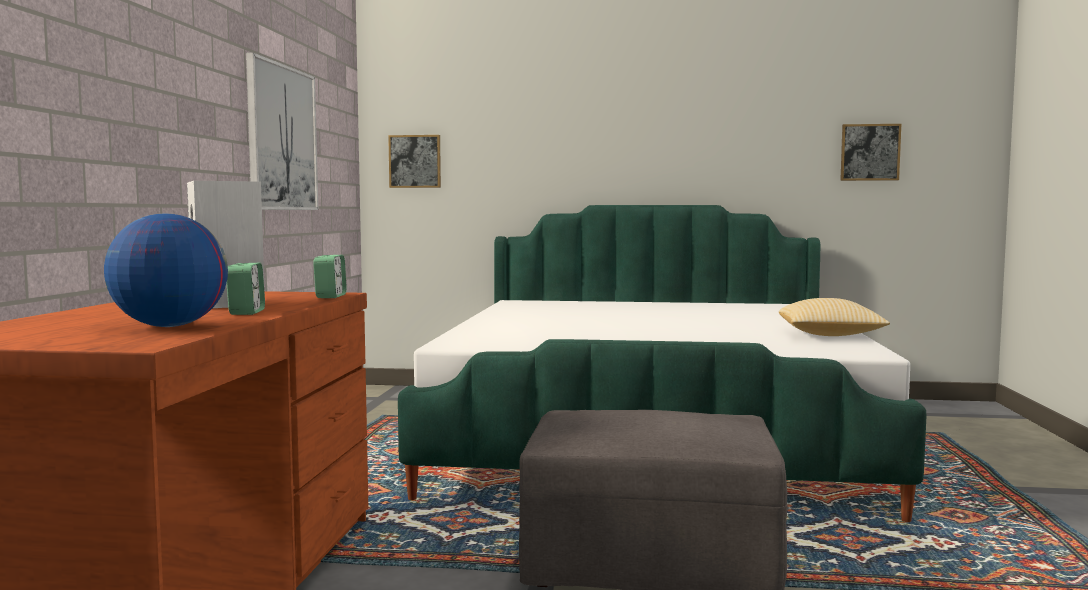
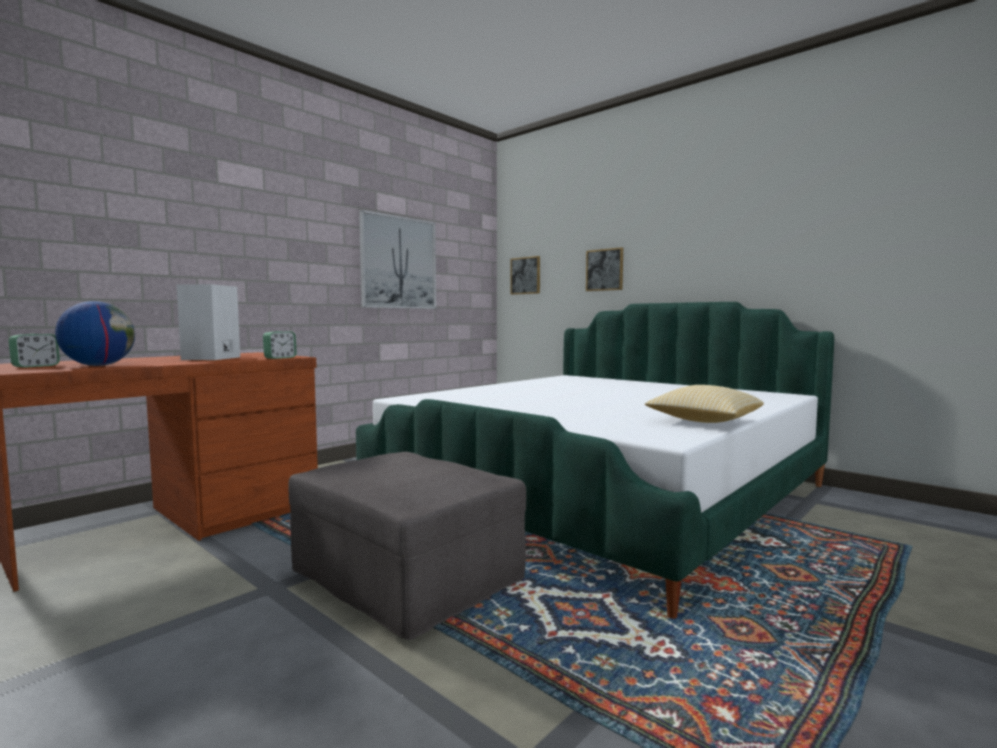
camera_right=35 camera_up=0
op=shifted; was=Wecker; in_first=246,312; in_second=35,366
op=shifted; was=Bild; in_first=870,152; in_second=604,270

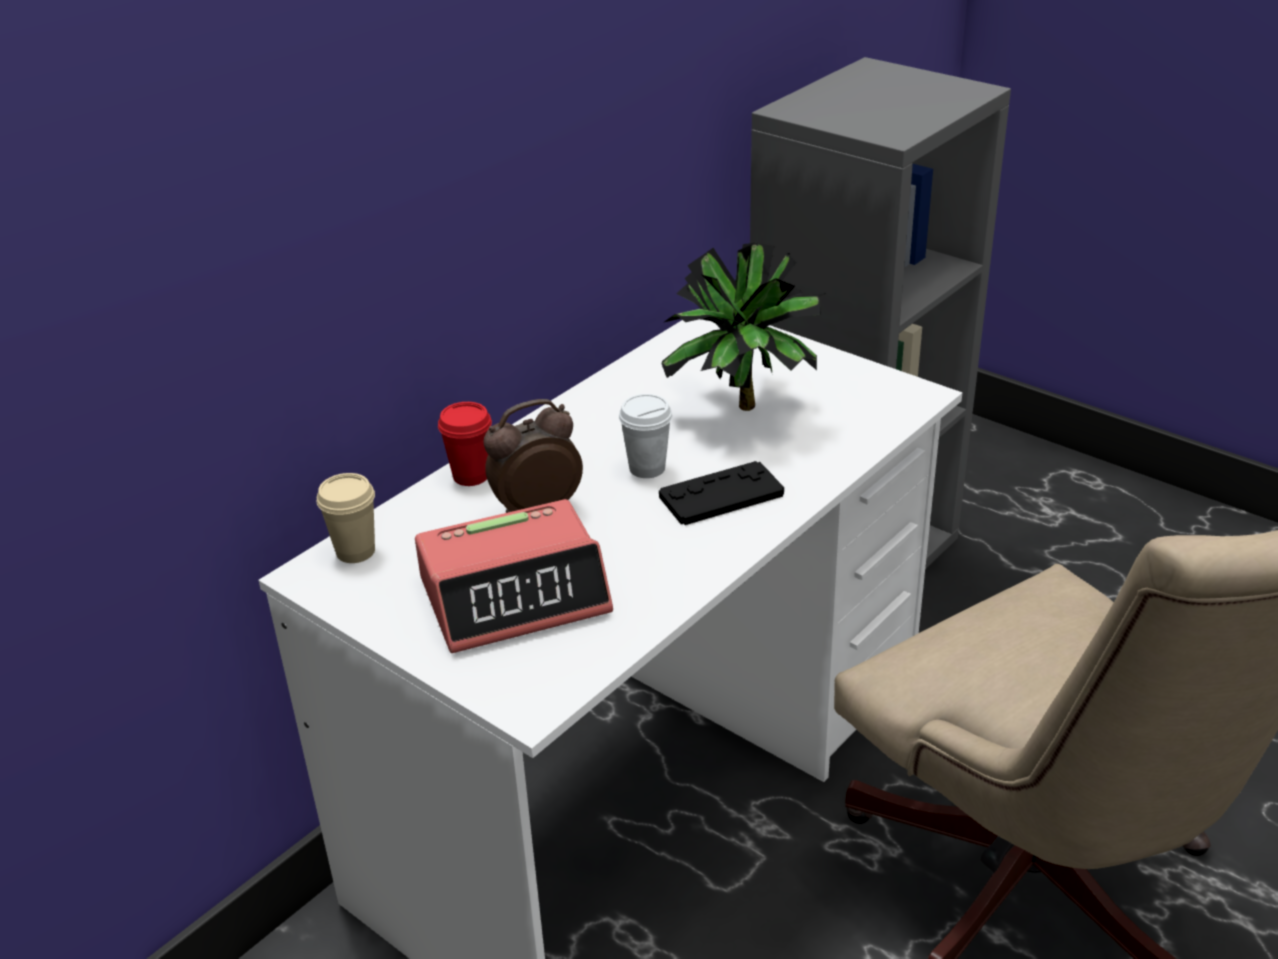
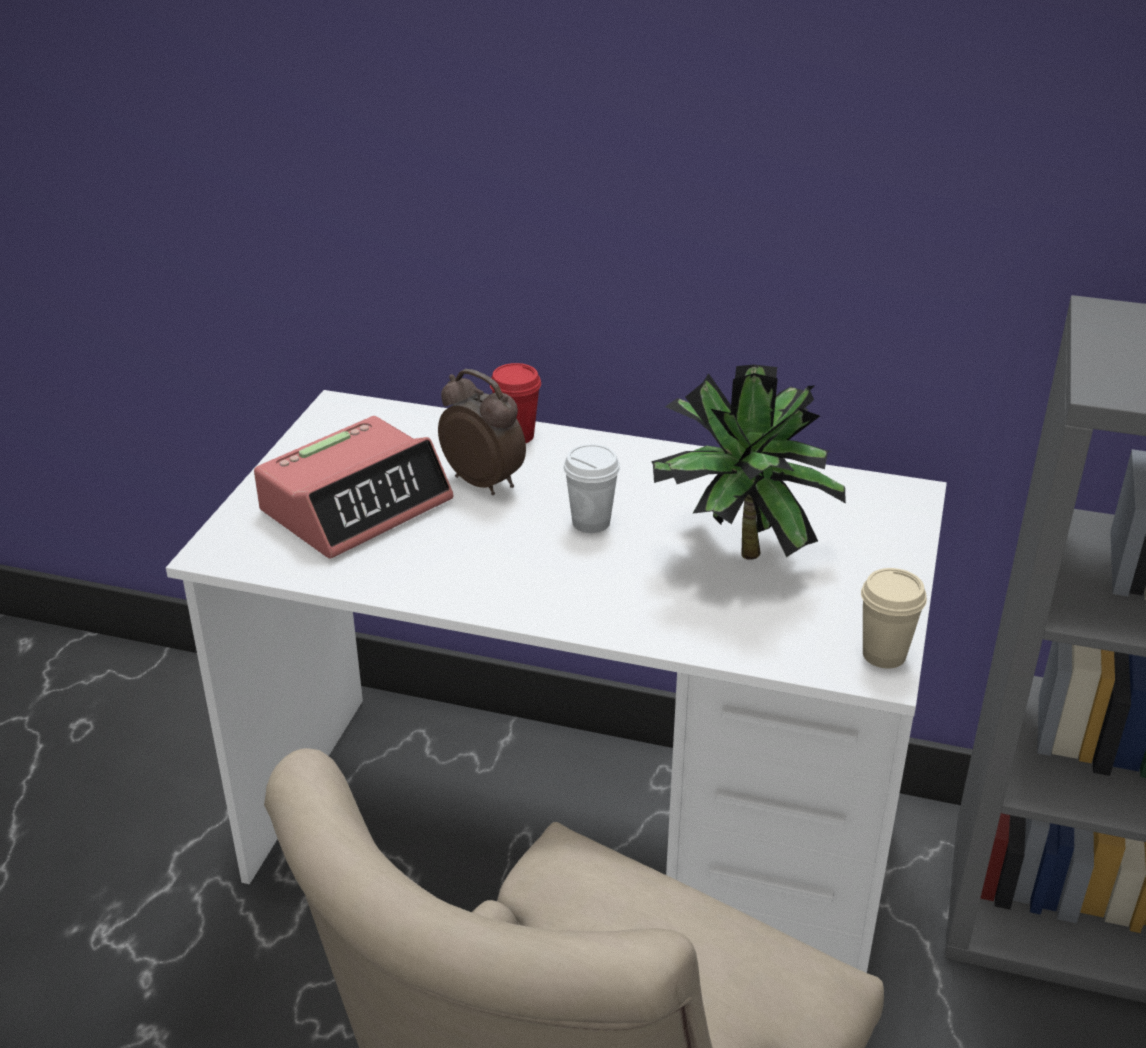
camera_right=65 camera_up=0
op=shifted; was=Tasse [beige]; in_first=355,551; in_second=884,655
op=rotated; was=Wecker; in_first=515,595; in_second=356,505; clockwise=-90
op=gone; was=Gamepad [schwarz]; in_first=721,495

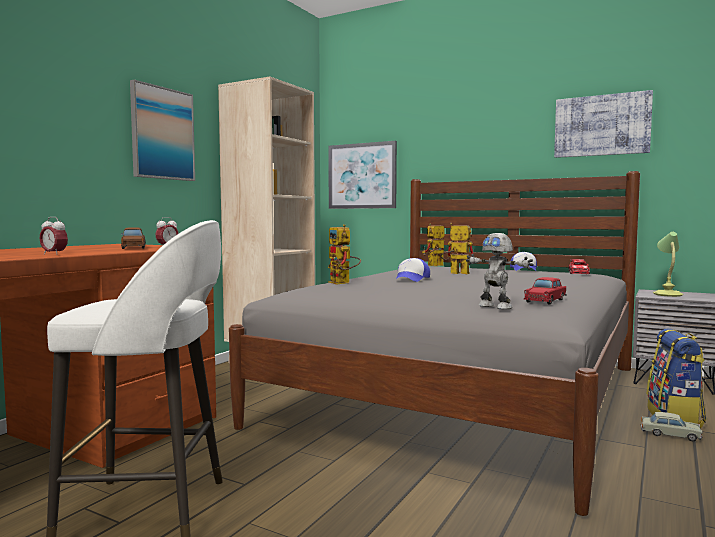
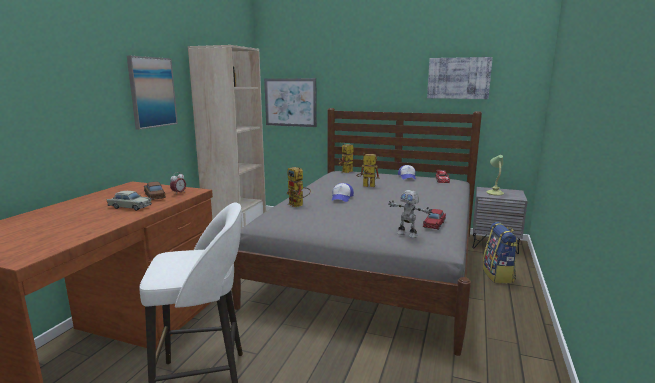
camera_right=-10 camera_up=10
op=gone; was=Wecker; in_first=54,254
op=shifted; was=Spielzeugauto [beige]; in_first=670,434; in_second=130,207

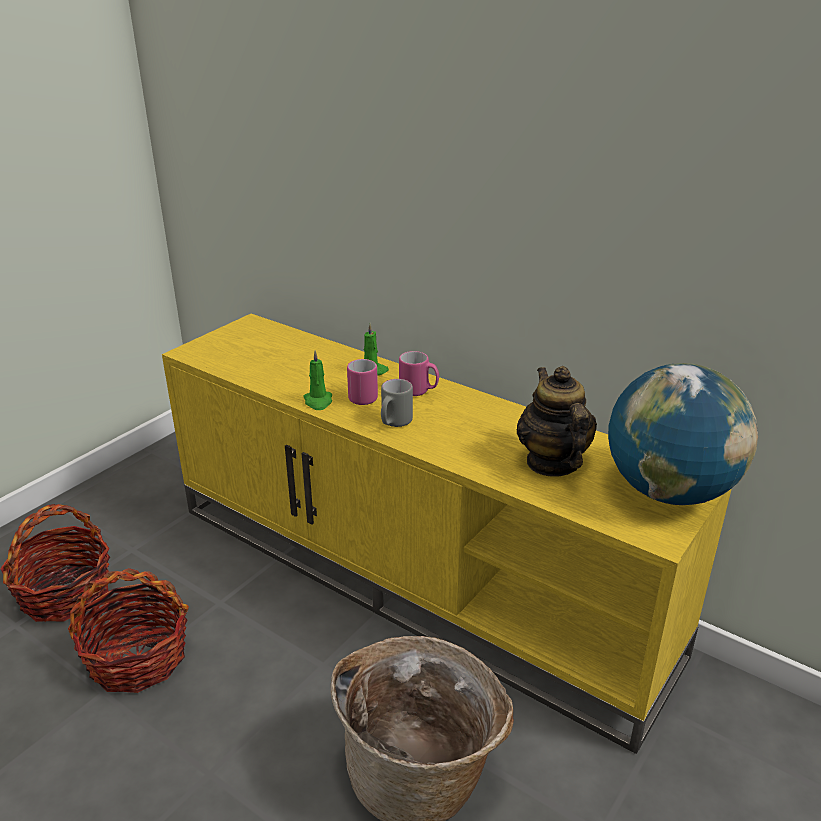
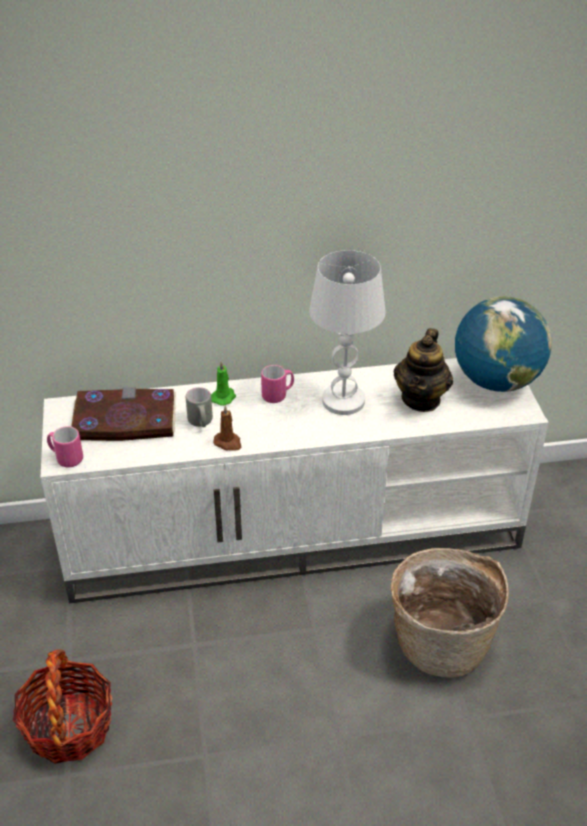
camera_right=-45 camera_up=10
op=gone; was=Korb; in_first=137,658
op=repainted; was=Fernsehschrank [gelb]; now=Fernsehschrank [weiß]; in_first=416,576; in_second=295,533
op=repainted; was=Kerze [grün]; now=Kerze [braun]; in_first=318,402; in_second=228,443
op=shifted; was=Henkelbecher [rosa]; in_first=361,396; in_second=66,458
op=shifted; was=Henkelbecher [grau]; in_first=394,423; in_second=201,423
op=rotated; was=Teekanne; in_first=552,462; in_second=421,399; clockwise=-105
op=new; now=Buch; in_second=124,419
op=new; now=Tischlampe [weiß]; in_second=343,401

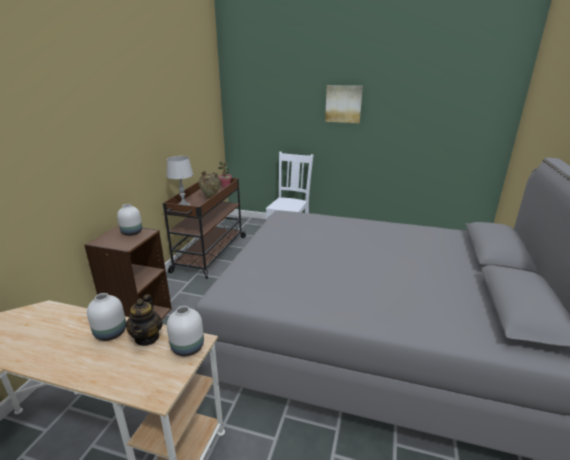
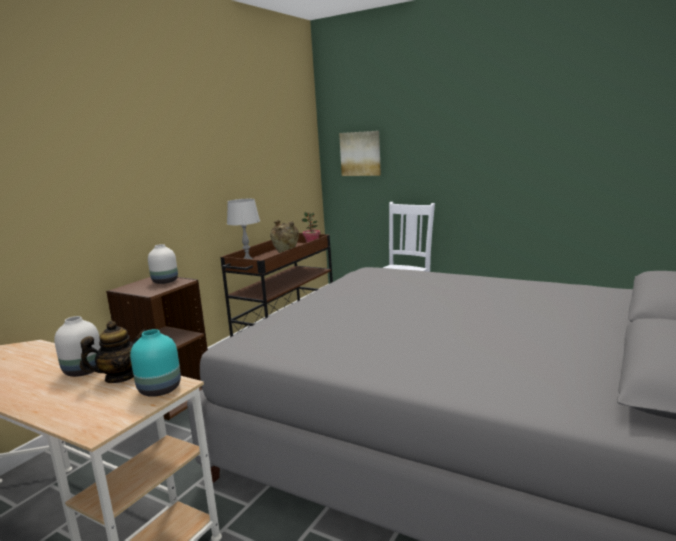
camera_right=15 camera_up=-10
op=rotated; was=Teekanne; in_first=147,337; in_second=120,377; clockwise=-135
op=repainted; was=Vase [weiß]; now=Vase [türkis]; in_first=187,347; in_second=159,389
op=shifted; was=Bild; in_first=343,104; in_second=360,153

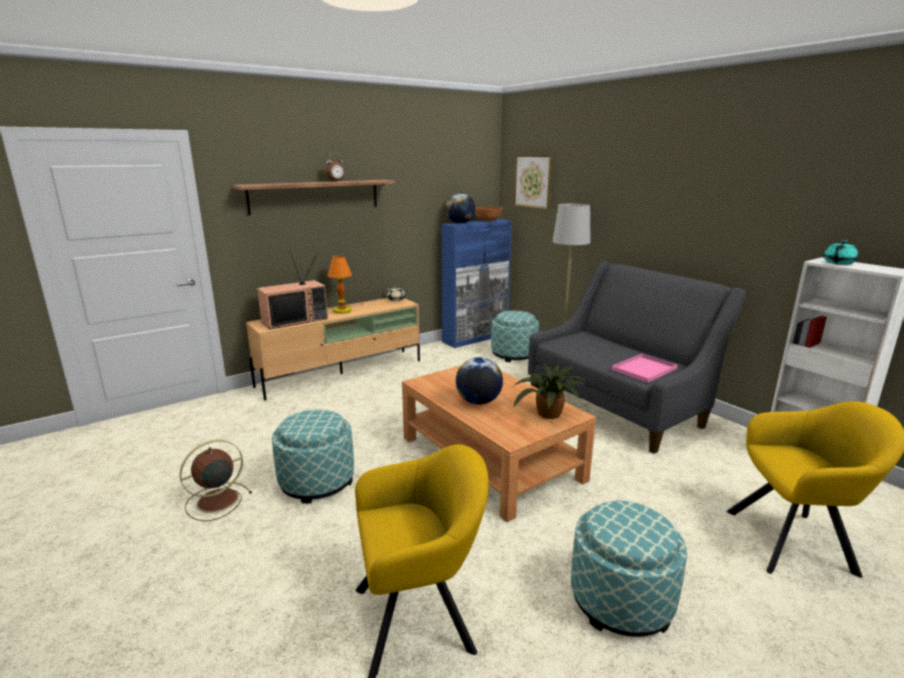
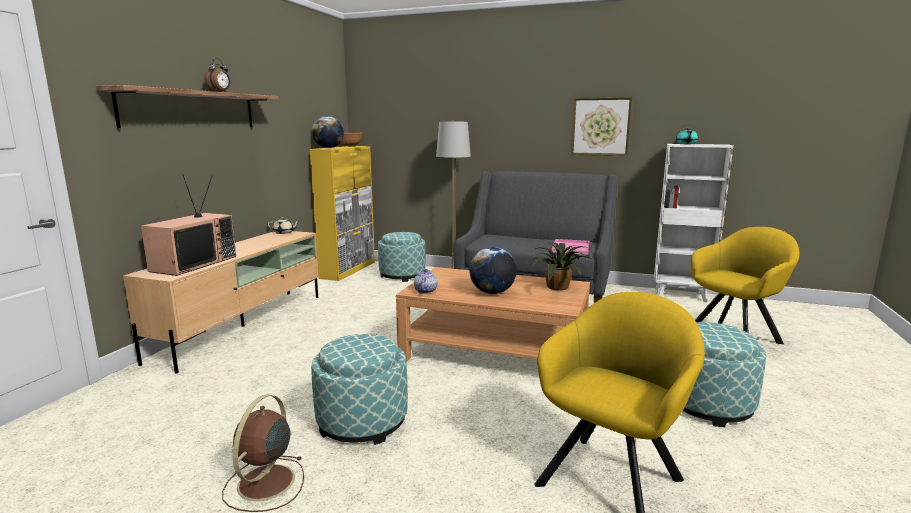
camera_right=-35 camera_up=-5
op=gone; was=Tischlampe; in_first=343,310
op=repainted; was=Schrank [blau]; now=Schrank [gelb]; in_first=475,338; in_second=348,270
op=shifted; was=Bild; in_first=533,181; in_second=600,126
op=new; now=Teekanne; in_second=425,291

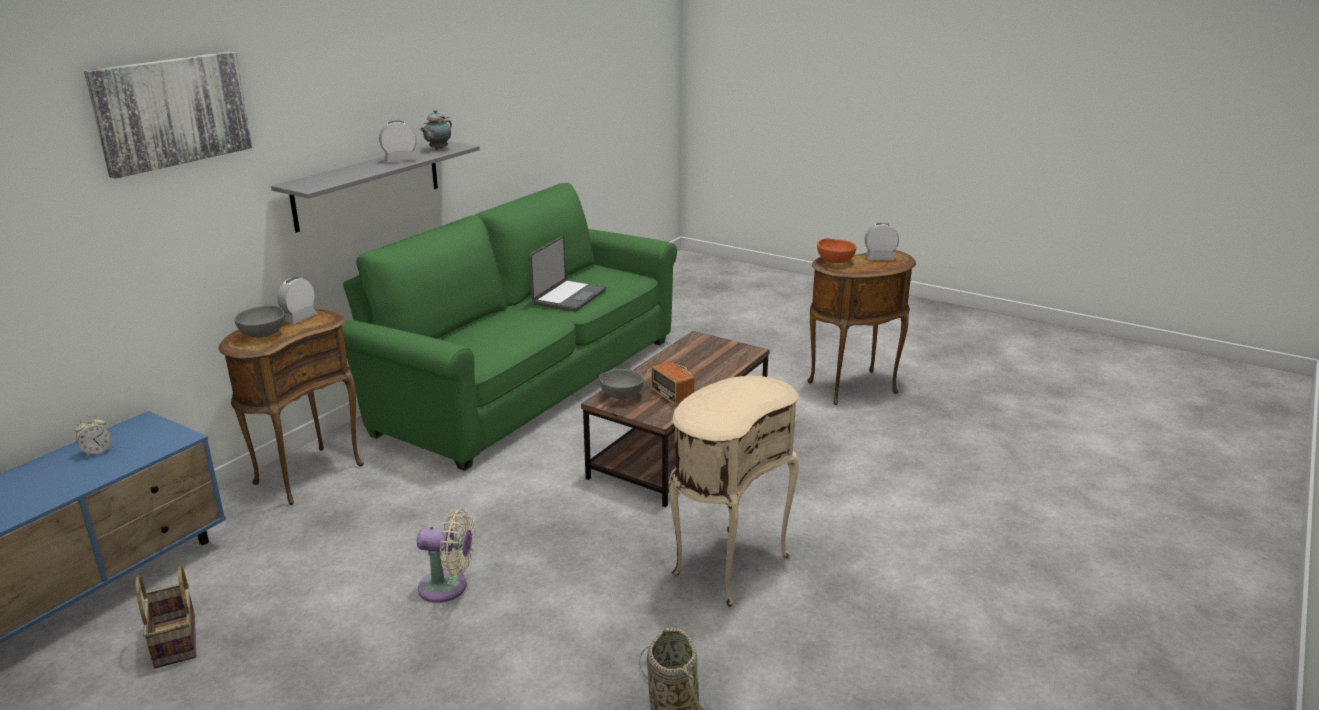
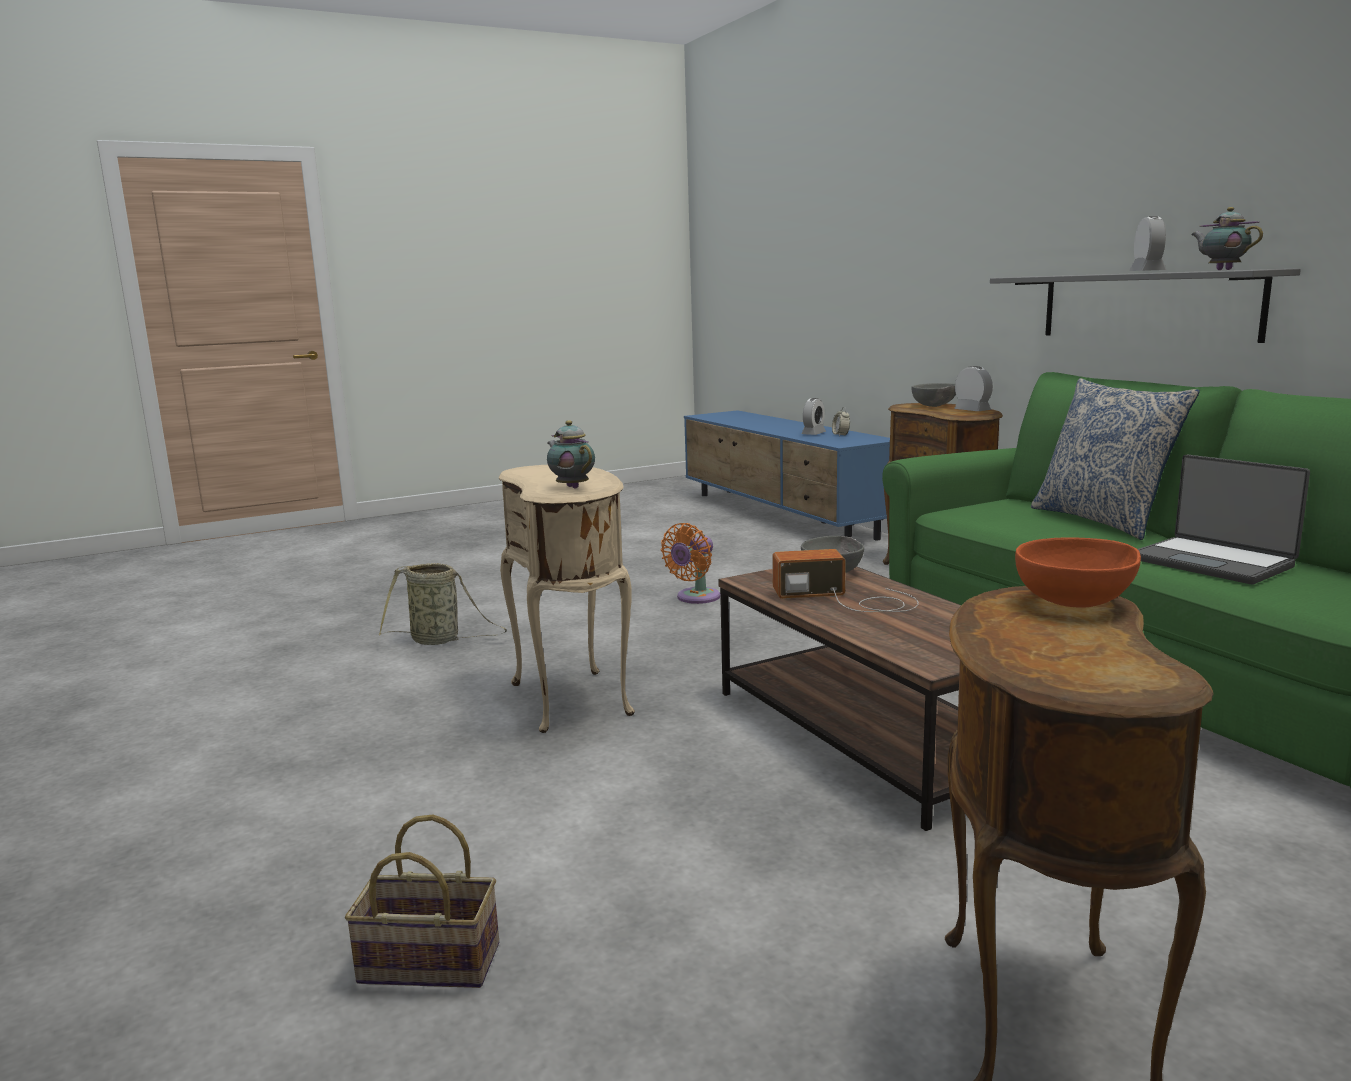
camera_right=120 camera_up=-10
op=gone; was=Bild; in_first=172,111
op=shifted; was=Korb; in_first=177,642; in_second=425,965
op=repainted; was=Ventilator [beige]; now=Ventilator [orange]; in_first=448,587; in_second=695,598
op=shifted; was=Wecker; in_first=879,258; in_second=813,433
op=new; now=Teekanne; in_second=571,487
op=new; now=Kissen; in_second=1102,521

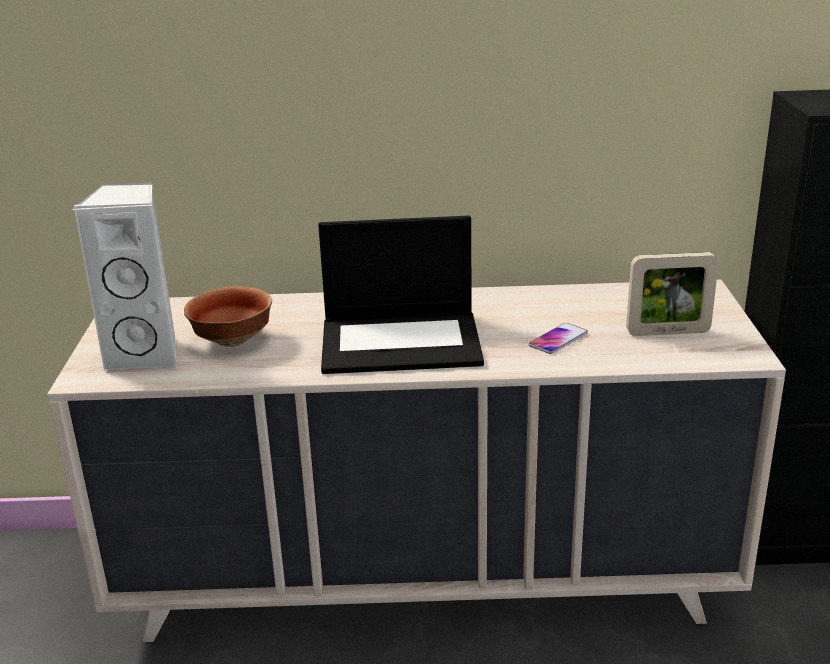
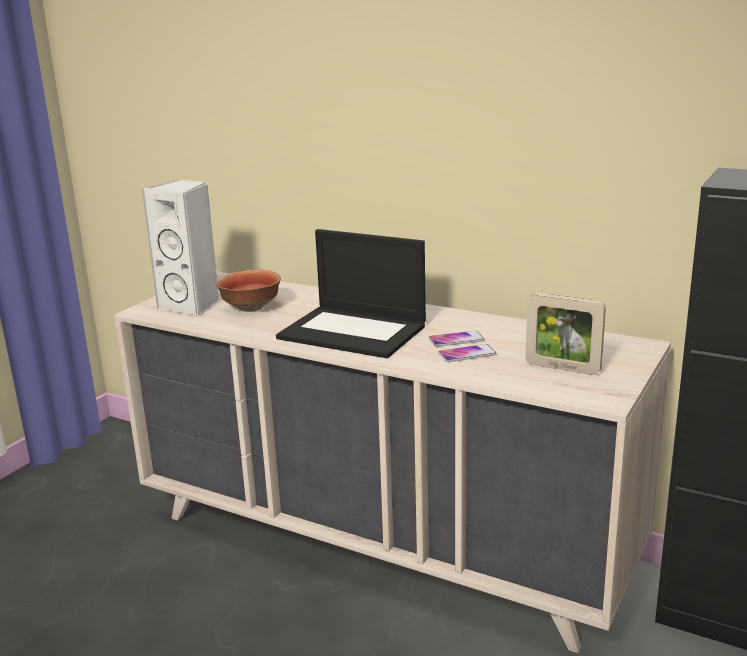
camera_right=30 camera_up=-5
op=new; now=Handy; in_second=456,340

